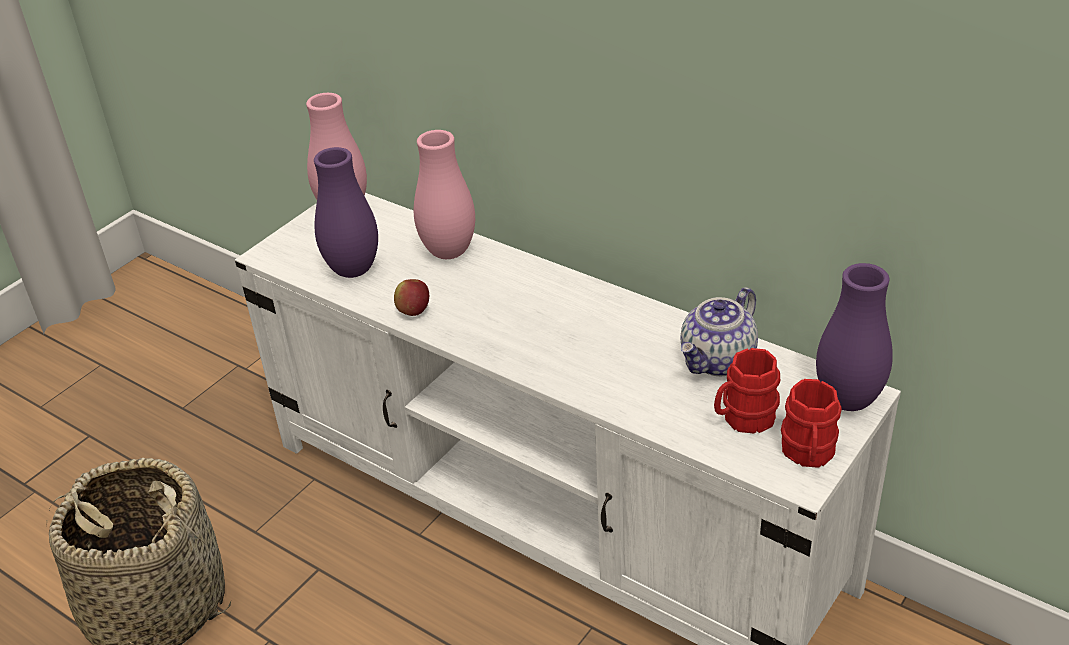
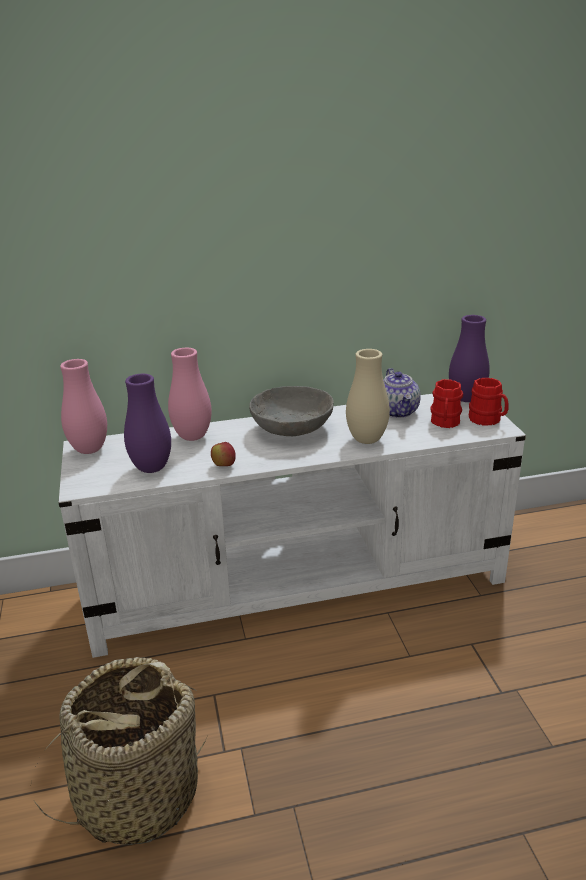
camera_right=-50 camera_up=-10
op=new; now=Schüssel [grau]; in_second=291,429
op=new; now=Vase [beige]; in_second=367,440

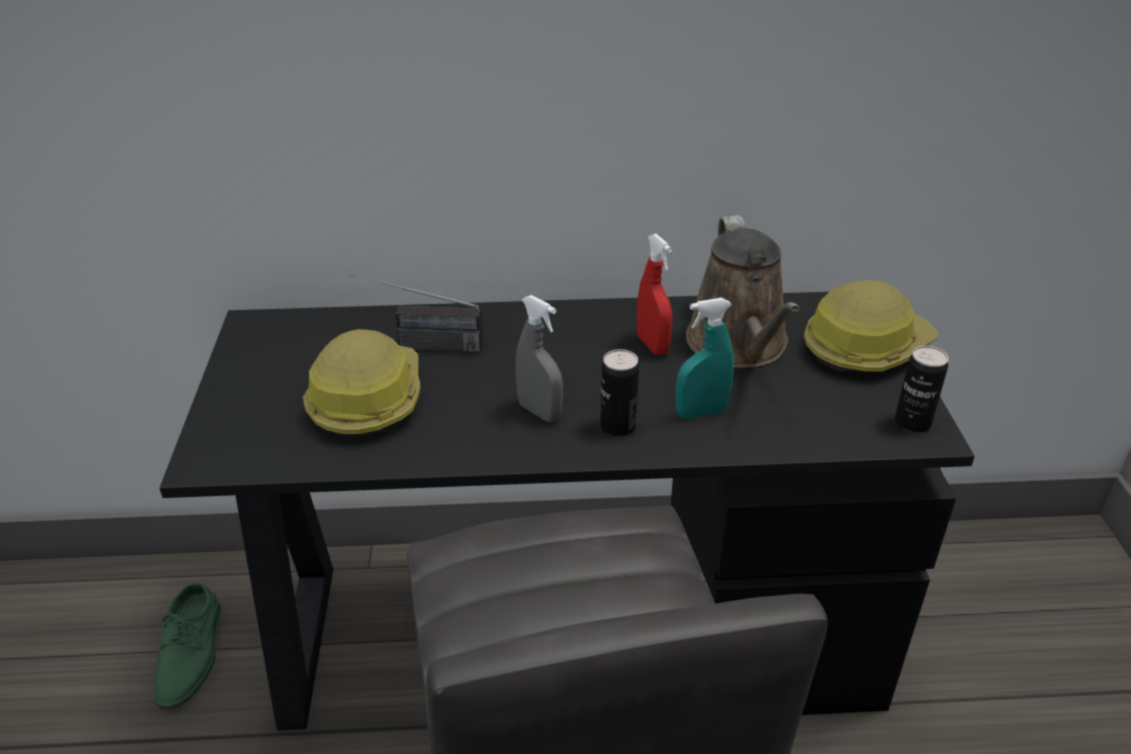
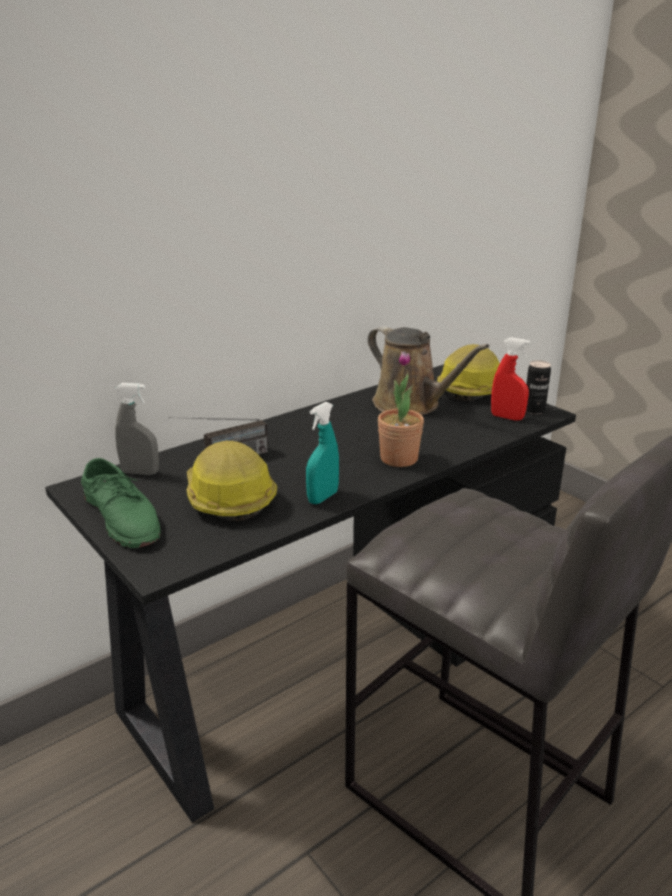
camera_right=-35 camera_up=-10
op=shifted; was=Schuh [grün]; in_first=191,653; in_second=123,517
op=shifted; was=Sprühflasche [grau]; in_first=539,412; in_second=140,472
op=swapped; was=Dose; now=Topfpflanze; in_first=617,426; in_second=399,459
op=shifted; was=Sprühflasche [rot]; in_first=652,345; in_second=507,417
op=shifted; was=Sprühflasche [türkis]; in_first=701,412; in_second=323,497

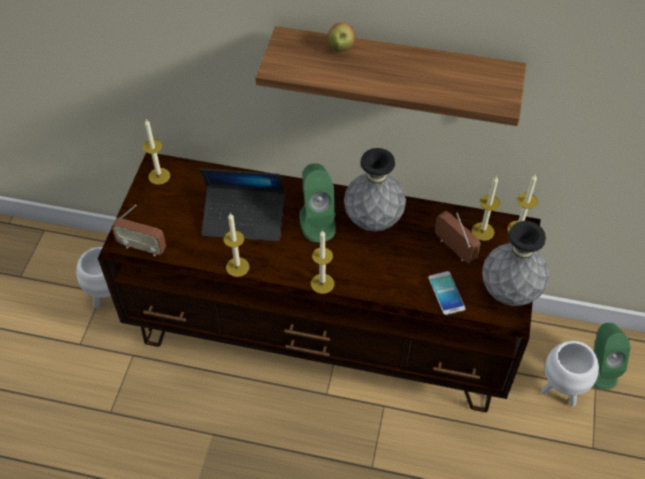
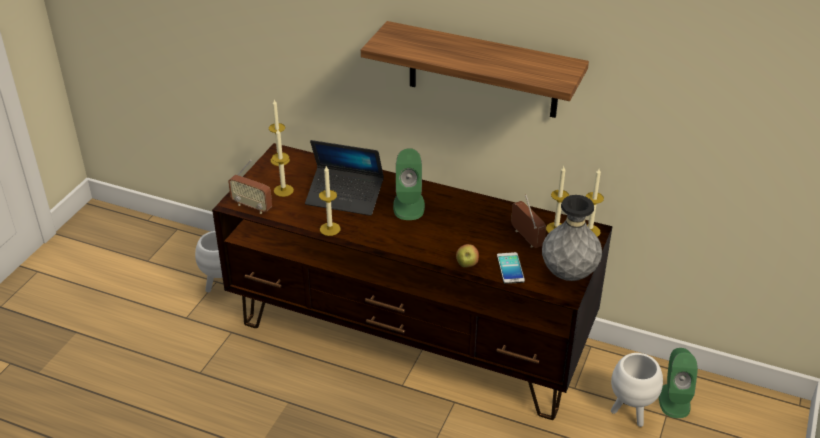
camera_right=10 camera_up=-15
op=shifted; was=Kerze; in_first=322,283; in_second=283,190
op=shifted; was=Apfel; in_first=340,48; in_second=466,265
op=gone; was=Vase [grau]; in_first=373,220

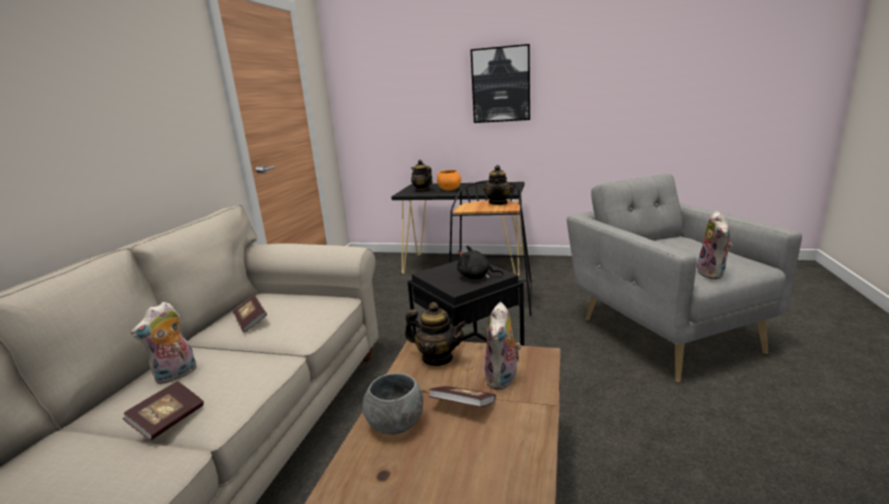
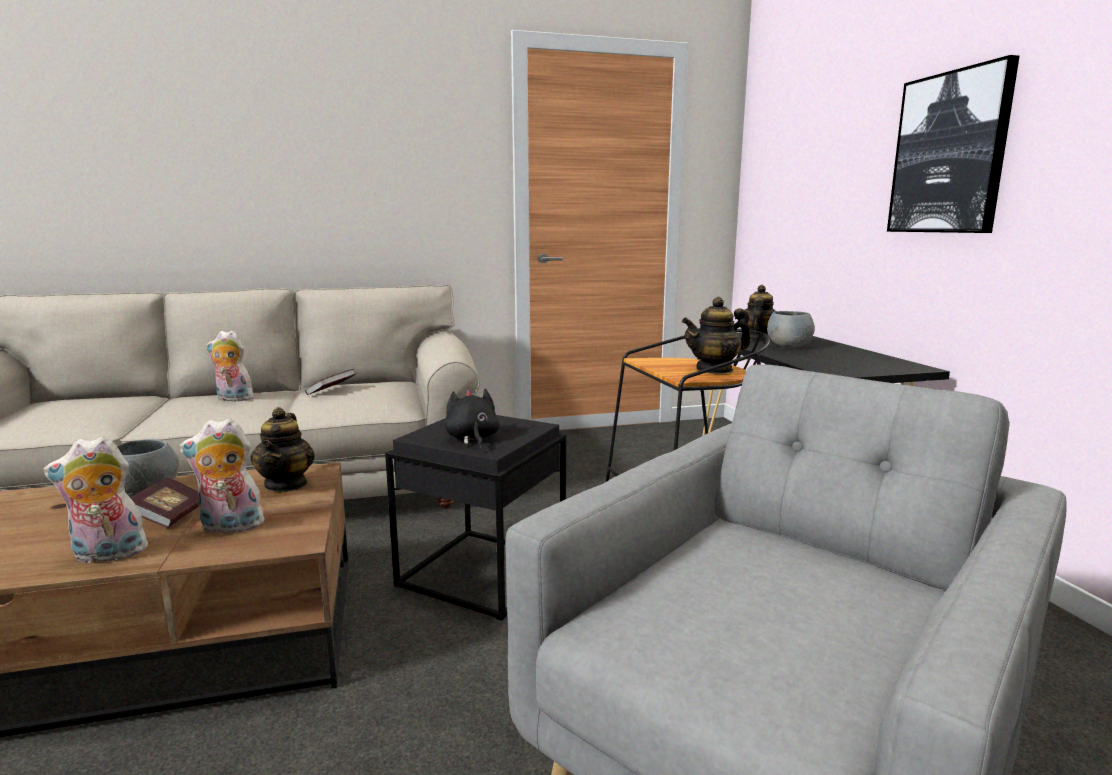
camera_right=60 camera_up=-5
op=gone; was=Buch; in_first=168,420
op=repainted; was=Schüssel [orange]; now=Schüssel [grau]; in_first=449,189; in_second=789,346
op=shifted; was=Plüschtier; in_first=713,274; in_second=107,555

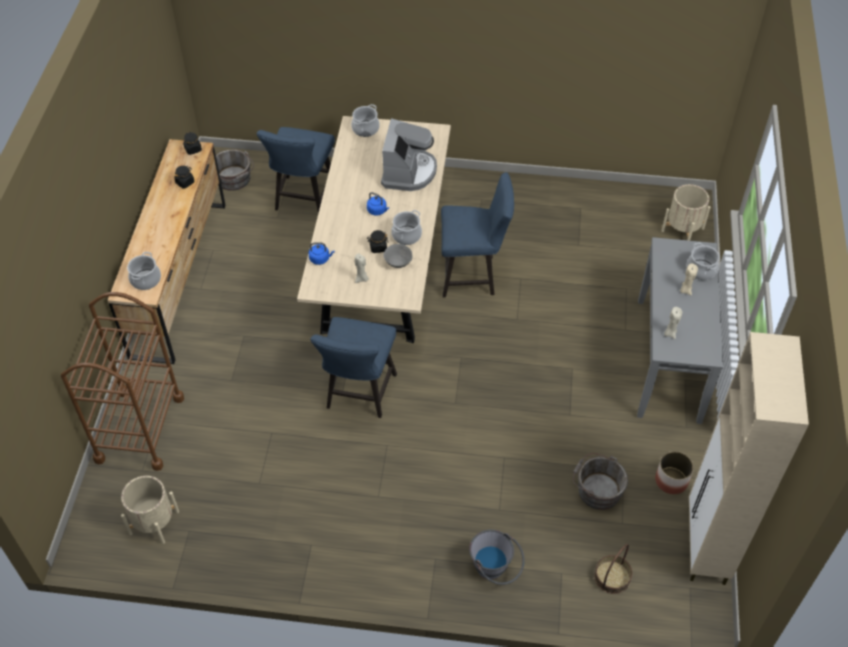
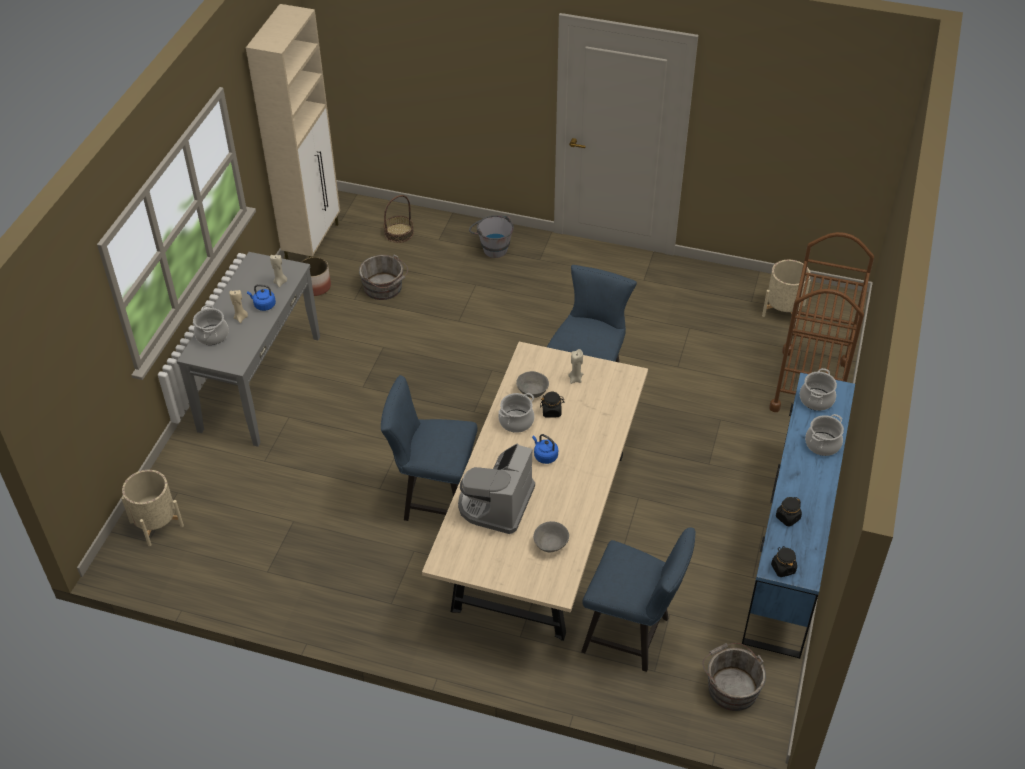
camera_right=-170 camera_up=-5
op=repainted; was=Kommode [braun]; now=Kommode [blau]; in_first=180,278; in_second=791,543
op=rotated; was=Stuhl [blau]; in_first=304,200; in_second=632,636; clockwise=90
op=shifted; was=Wasserkessel [blau]; in_first=320,259; in_second=263,305
op=shifted; was=Kochtopf; in_first=365,129; in_second=822,444
op=new; now=Schüssel [grau]; in_second=550,544

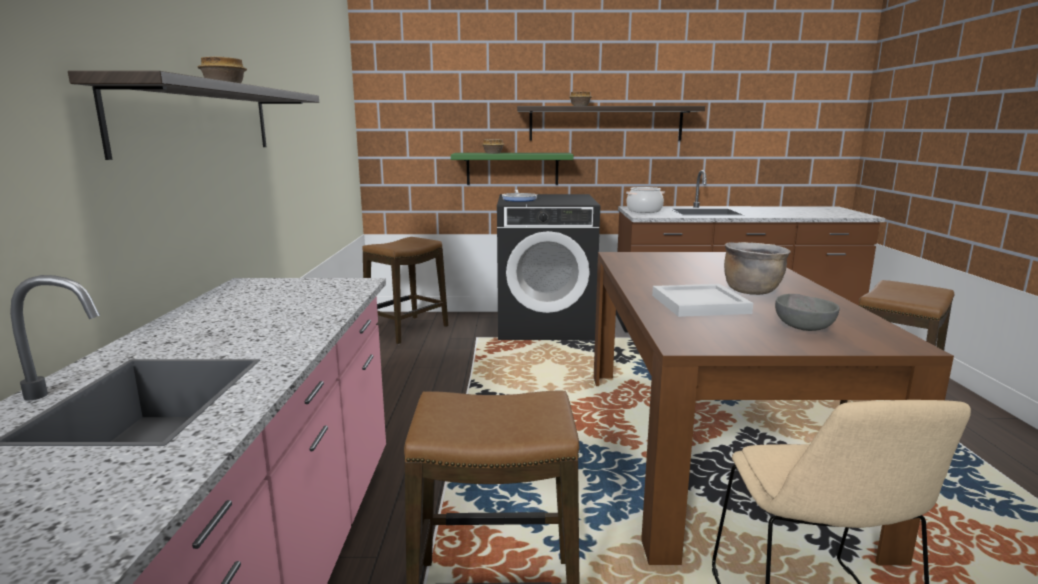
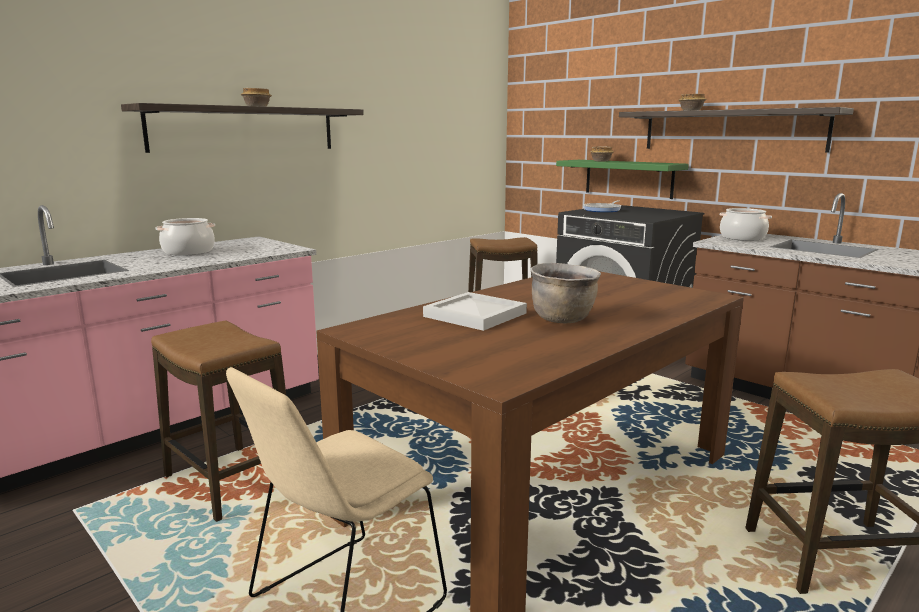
camera_right=45 camera_up=0
op=gone; was=Schüssel [grau]; in_first=803,328
op=new; now=Kochtopf; in_second=188,252

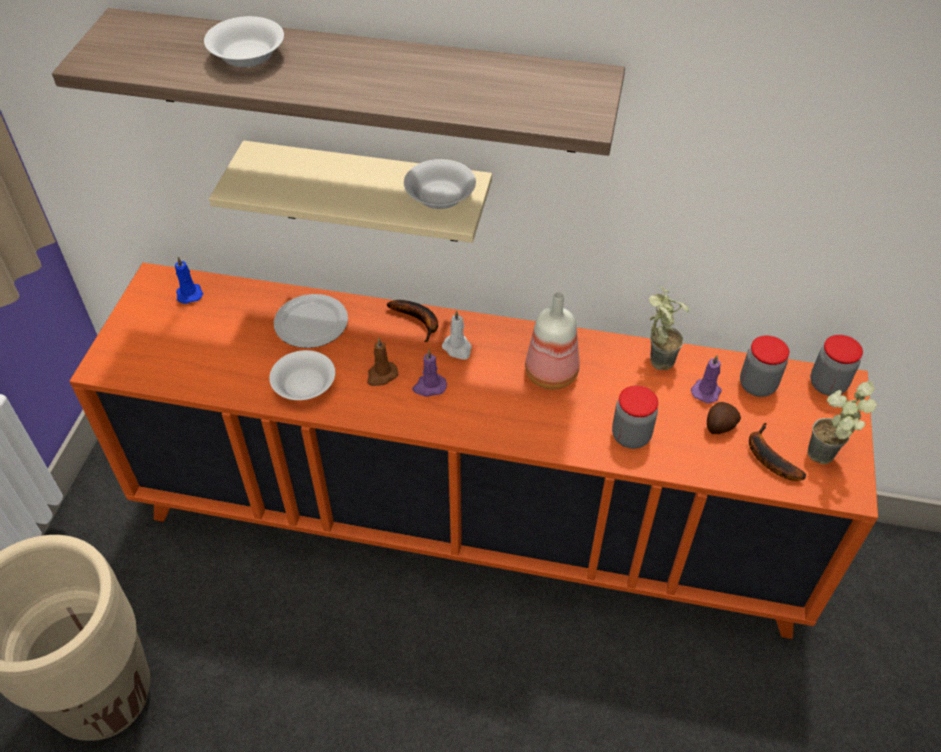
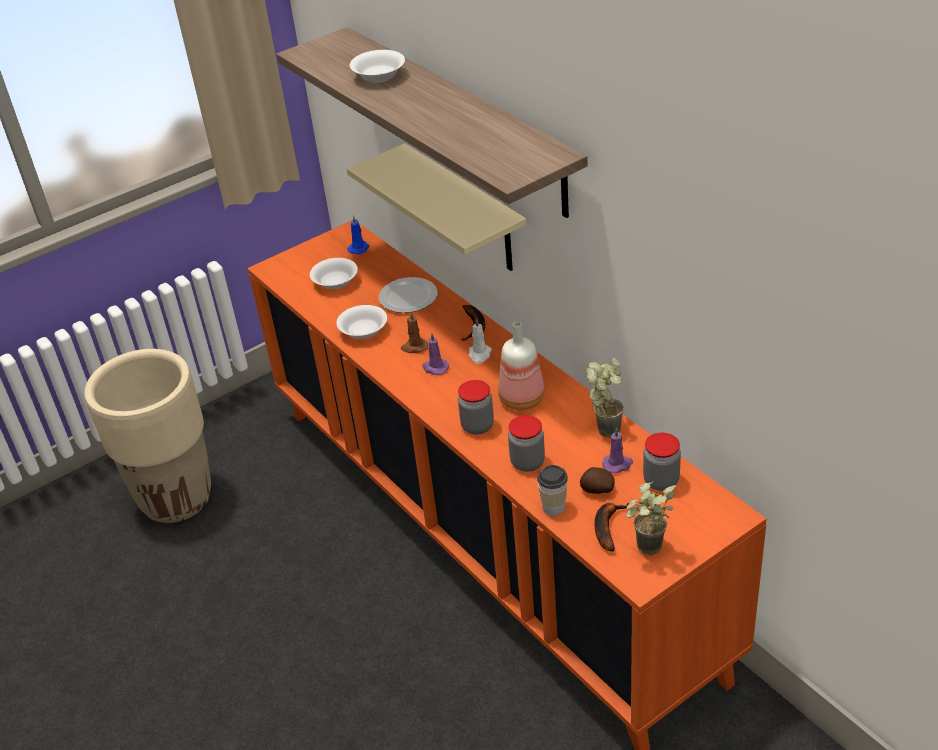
camera_right=45 camera_up=-10
op=shifted; was=Schüssel [weiß]; in_first=441,197; in_second=336,282
op=shifted; was=Vorratsglas; in_first=827,384; in_second=477,426
op=new; now=Tasse; in_second=553,507

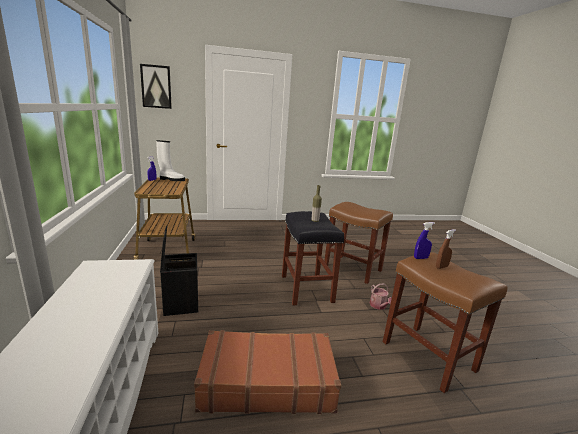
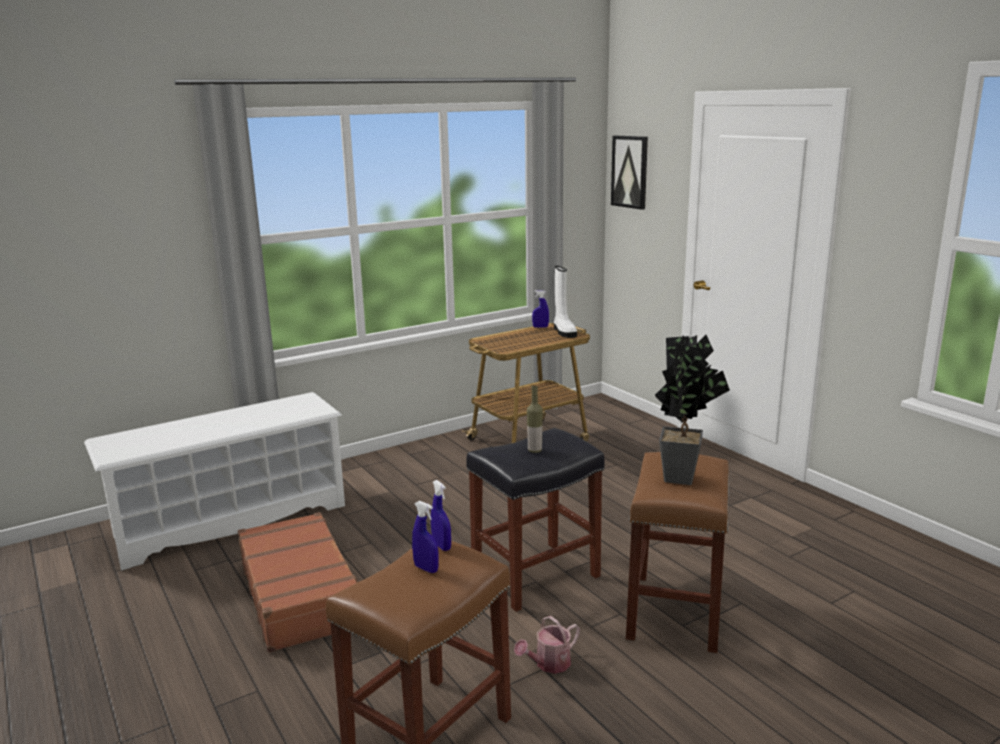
camera_right=70 camera_up=0
op=gone; was=Aufbewahrungsbox [schwarz]; in_first=180,303
op=repainted; was=Sprühflasche [braun]; now=Sprühflasche [blau]; in_first=441,267; in_second=426,568
op=new; now=Topfpflanze; in_second=682,475

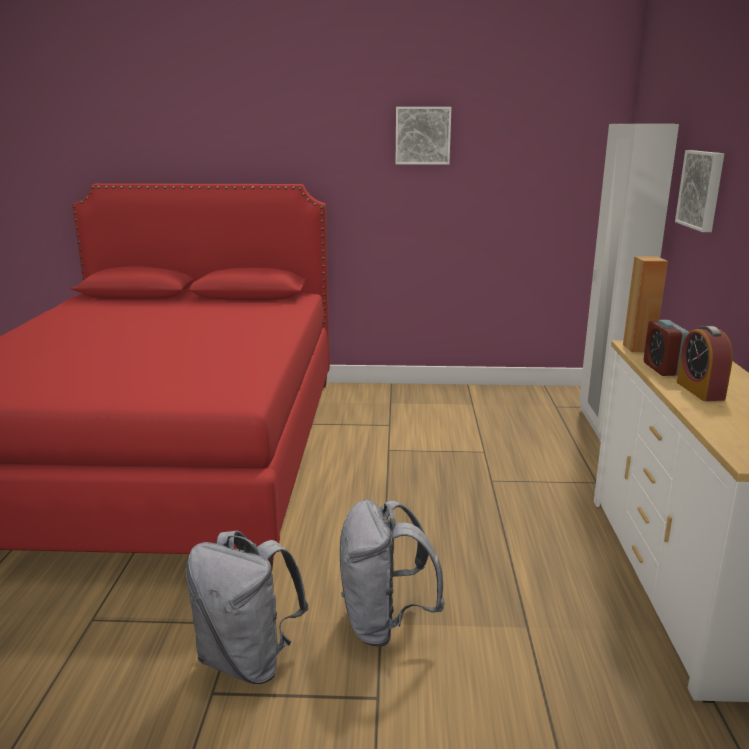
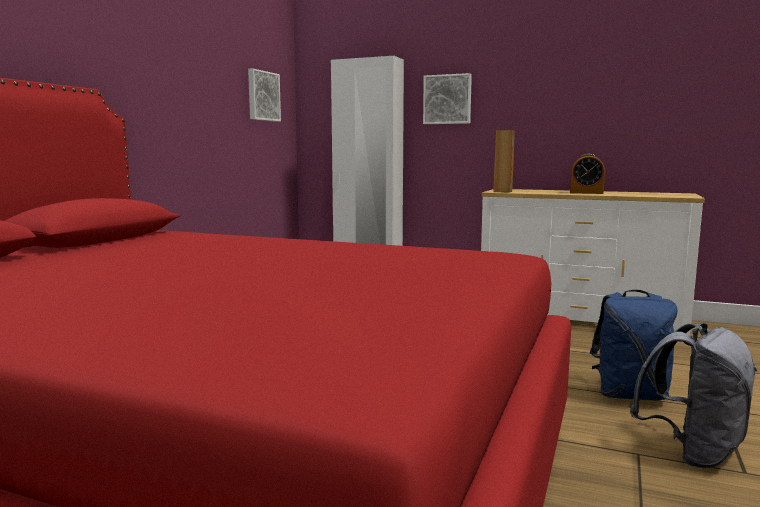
camera_right=-70 camera_up=-10
op=repainted; was=Rucksack [grau]; now=Rucksack [blau]; in_first=384,623; in_second=630,395
op=shifted; was=Bild; in_first=422,135; in_second=262,96
op=gone; was=Wecker; in_first=662,369

